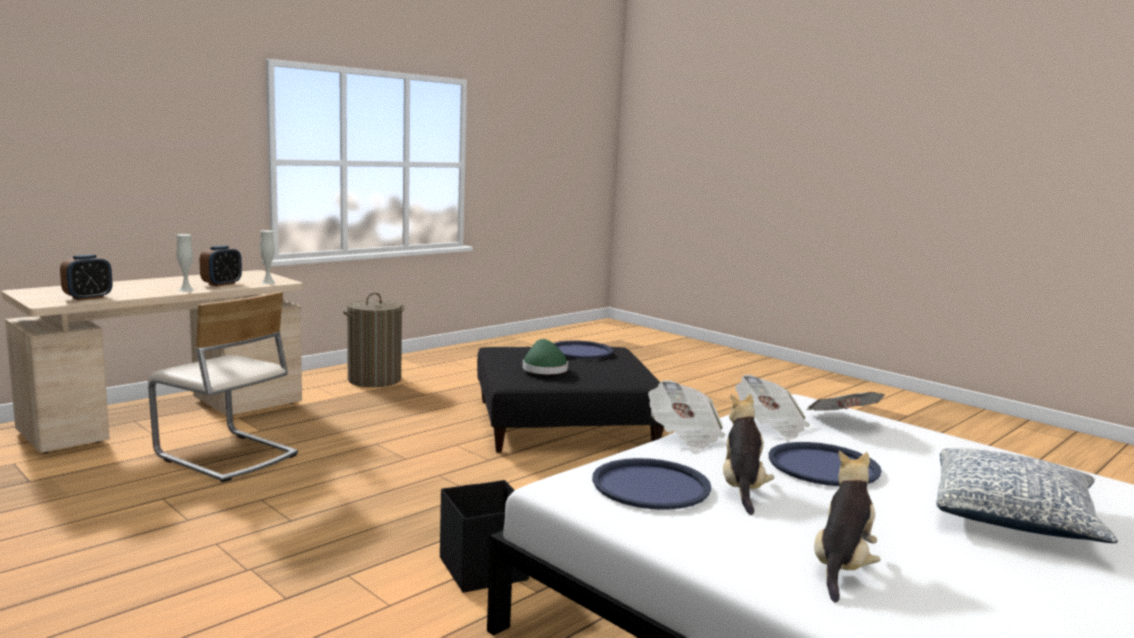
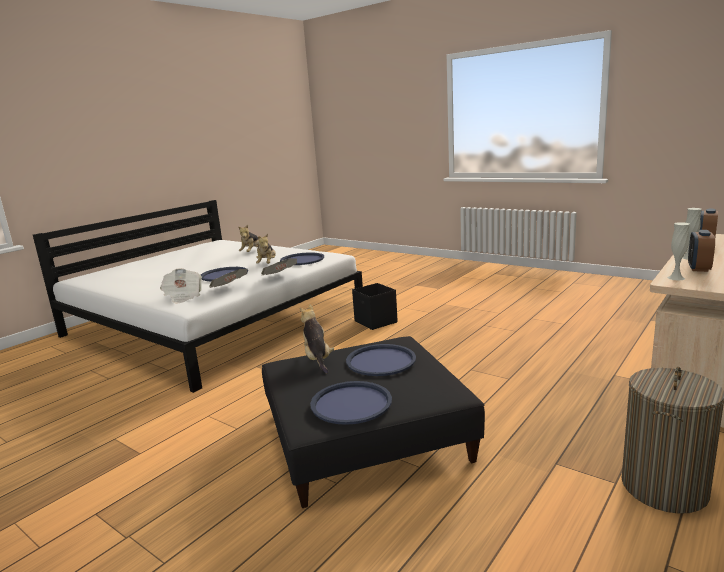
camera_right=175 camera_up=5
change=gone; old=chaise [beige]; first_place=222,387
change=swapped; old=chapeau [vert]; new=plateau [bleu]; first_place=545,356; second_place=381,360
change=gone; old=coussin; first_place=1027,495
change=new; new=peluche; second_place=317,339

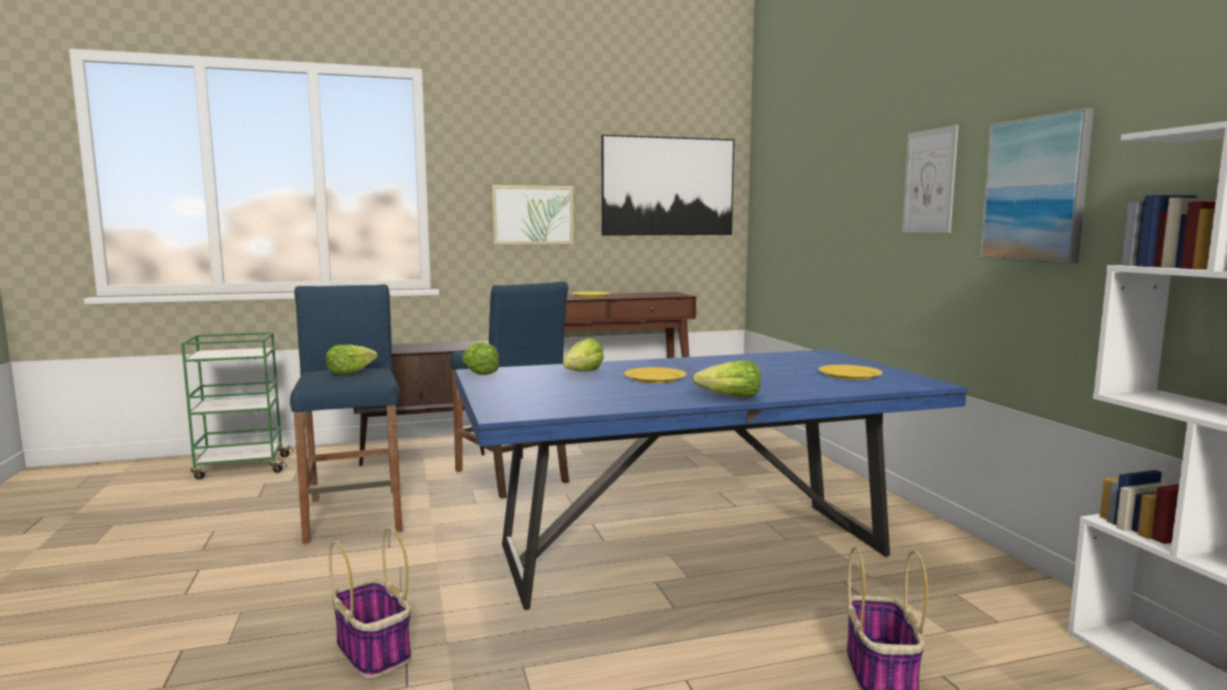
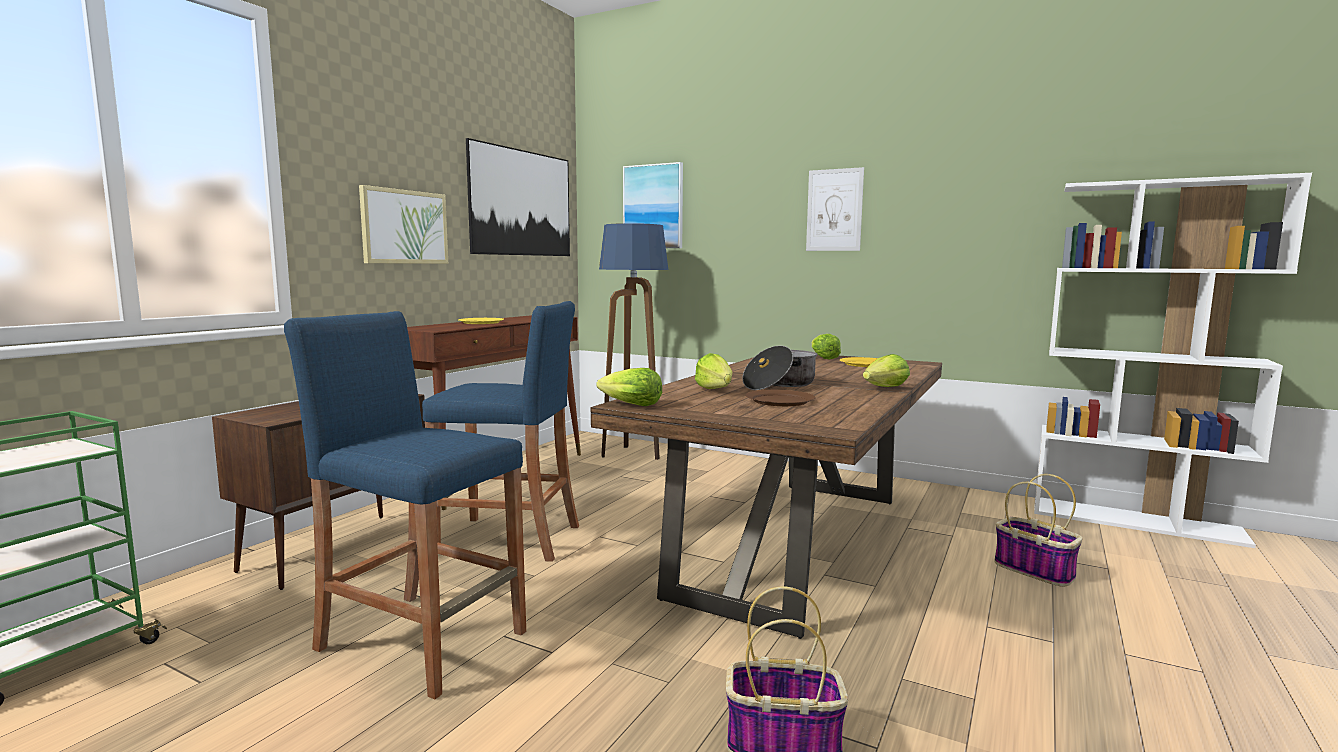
camera_right=-45 camera_up=0
change=shifted; old=tableau; first_place=1037,186; second_place=653,205
change=shifted; old=laitue; first_place=352,360; second_place=826,346
change=repainted; old=table à manger [bleu]; new=table à manger [marron]; first_place=711,479; second_place=766,497
change=swapped; old=assiette [jaune]; new=marmite; first_place=655,375; second_place=780,367
change=new; new=lampadaire; second_place=633,341
change=new; new=assiette [marron]; second_place=780,398

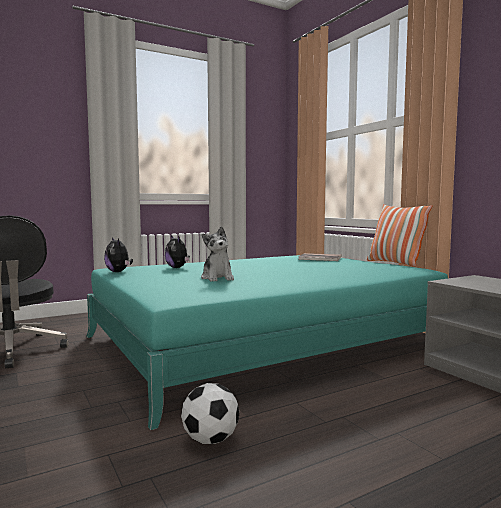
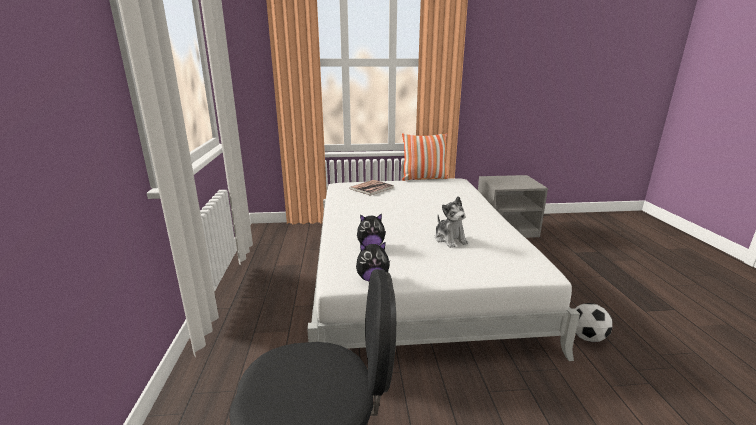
camera_right=-65 camera_up=15
change=rotated; old=peluche; first_place=217,254; second_place=451,222; degrees=60
change=repainted; old=lit [turquoise]; new=lit [blanc]; first_place=267,342; second_place=443,269

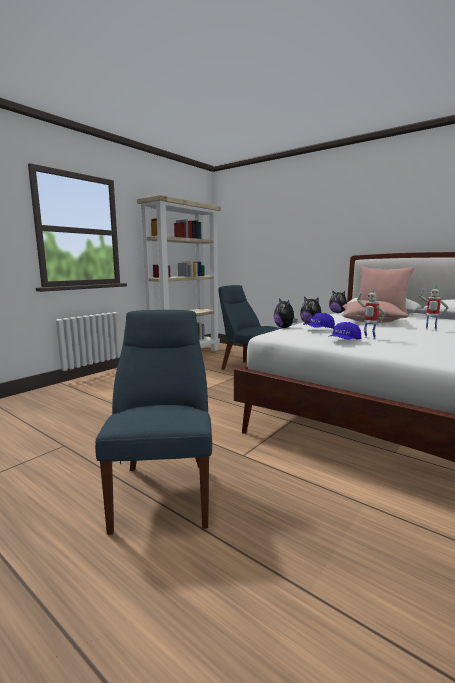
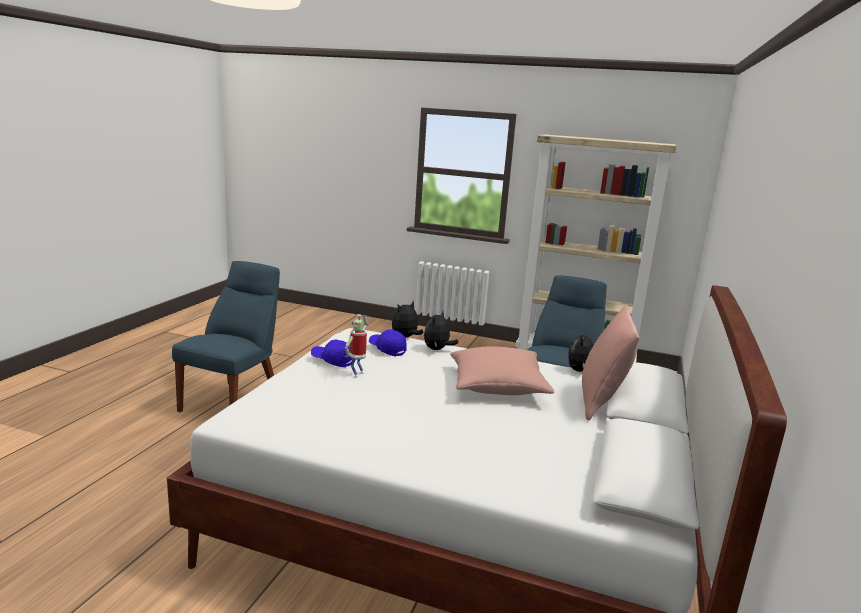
camera_right=70 camera_up=5
change=gone; old=robot jouet; first_place=434,307
change=rotated; old=chaise [bleu]; first_place=153,422; second_place=226,336; degrees=-45

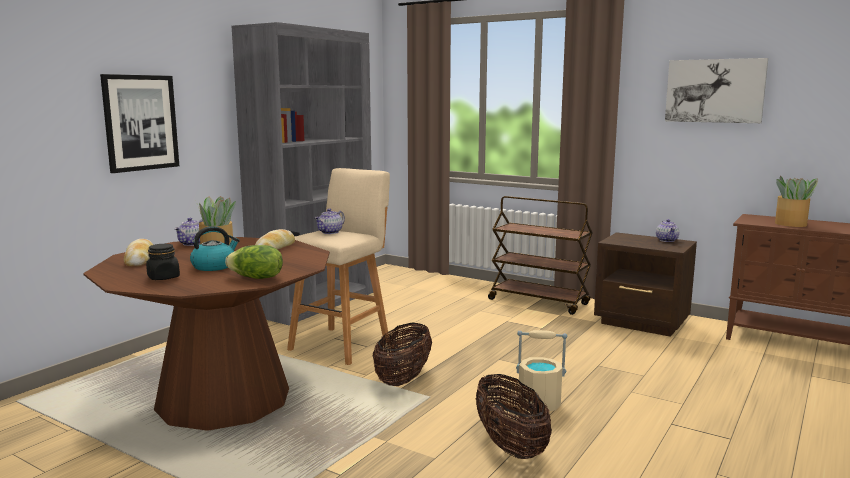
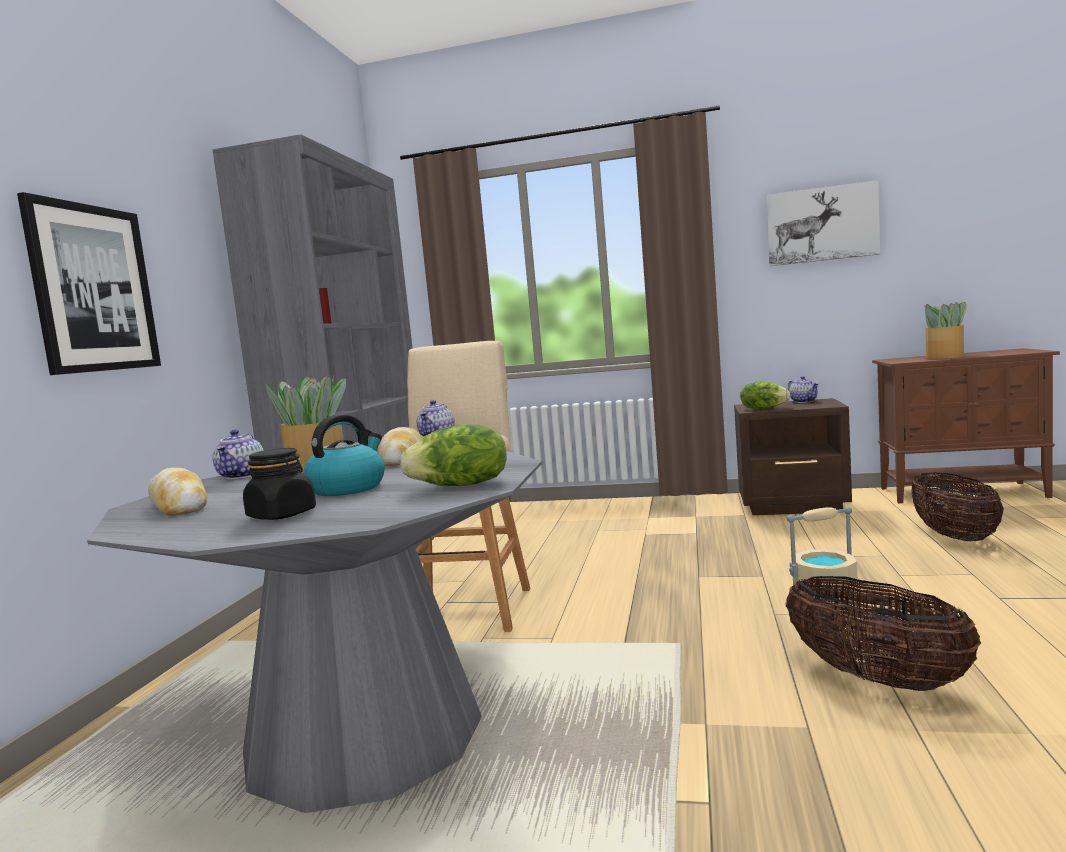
camera_right=-20 camera_up=-5
change=gone; old=chariot [marron]; first_place=540,255
change=repainted; old=table à manger [marron]; new=table à manger [gris]; first_place=206,334; second_place=314,632
change=shifted; old=panier; first_place=402,354; second_place=958,507
change=new; new=laitue; second_place=765,395

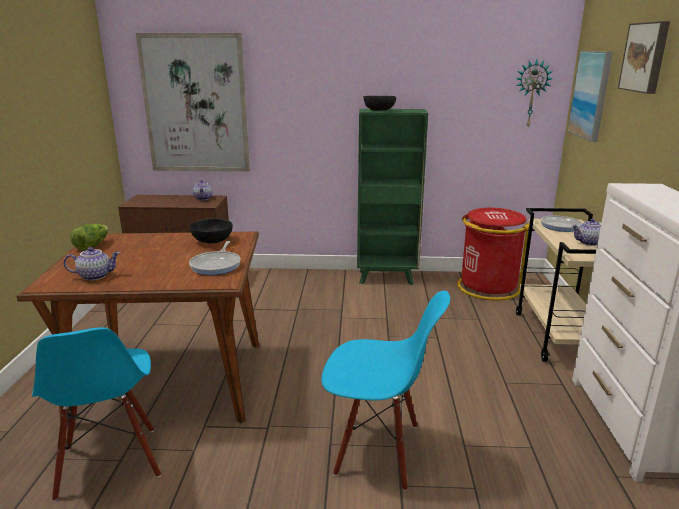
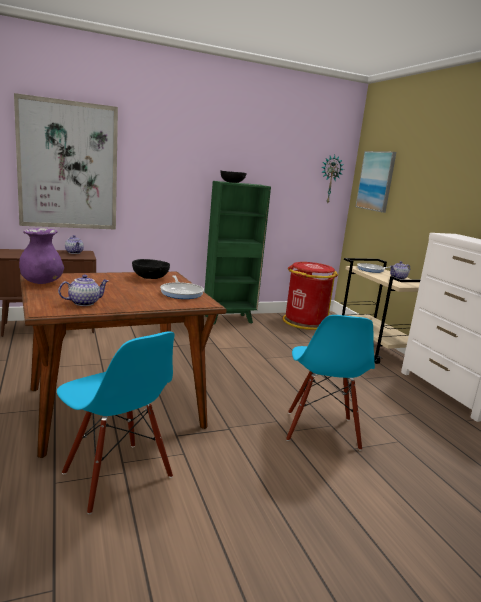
camera_right=-25 camera_up=-5
change=gone; old=tableau; first_place=644,57
change=swapped; old=laitue; new=vase [violet]; first_place=89,237; second_place=41,256
change=rotated; old=chaise [bleu]; first_place=385,390; second_place=330,383; degrees=105

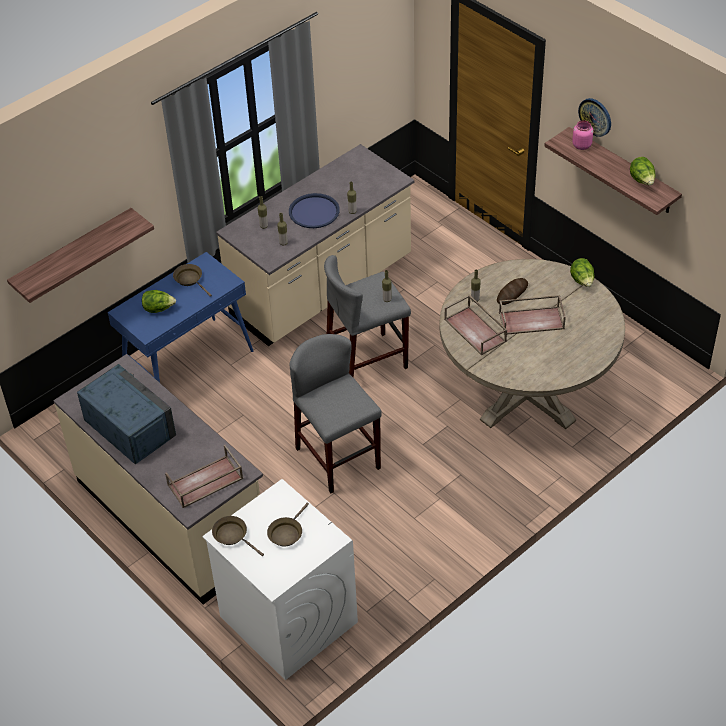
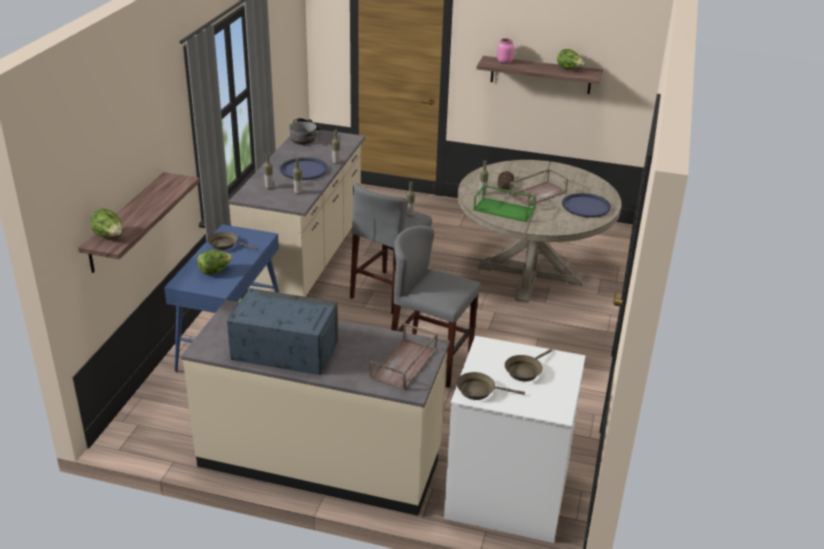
camera_right=-35 camera_up=-15
change=gone; old=horloge murale; first_place=594,117
change=shifted; old=laitue; first_place=582,272; second_place=106,222
change=repainted; old=plateau [marron]; new=plateau [vert]; first_place=475,325; second_place=504,203
change=rotated; old=poêle [marron]; first_place=288,524; second_place=528,365; degrees=45
change=new; new=marmite; second_place=305,131
change=new; new=plateau [bleu]; second_place=586,205

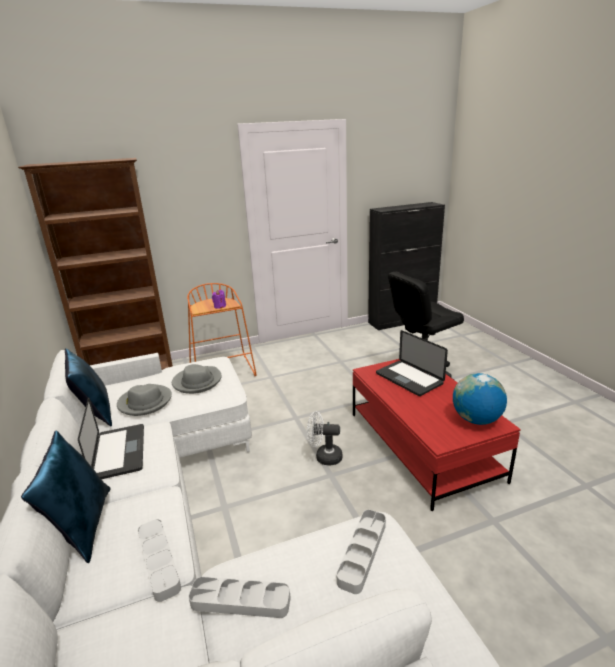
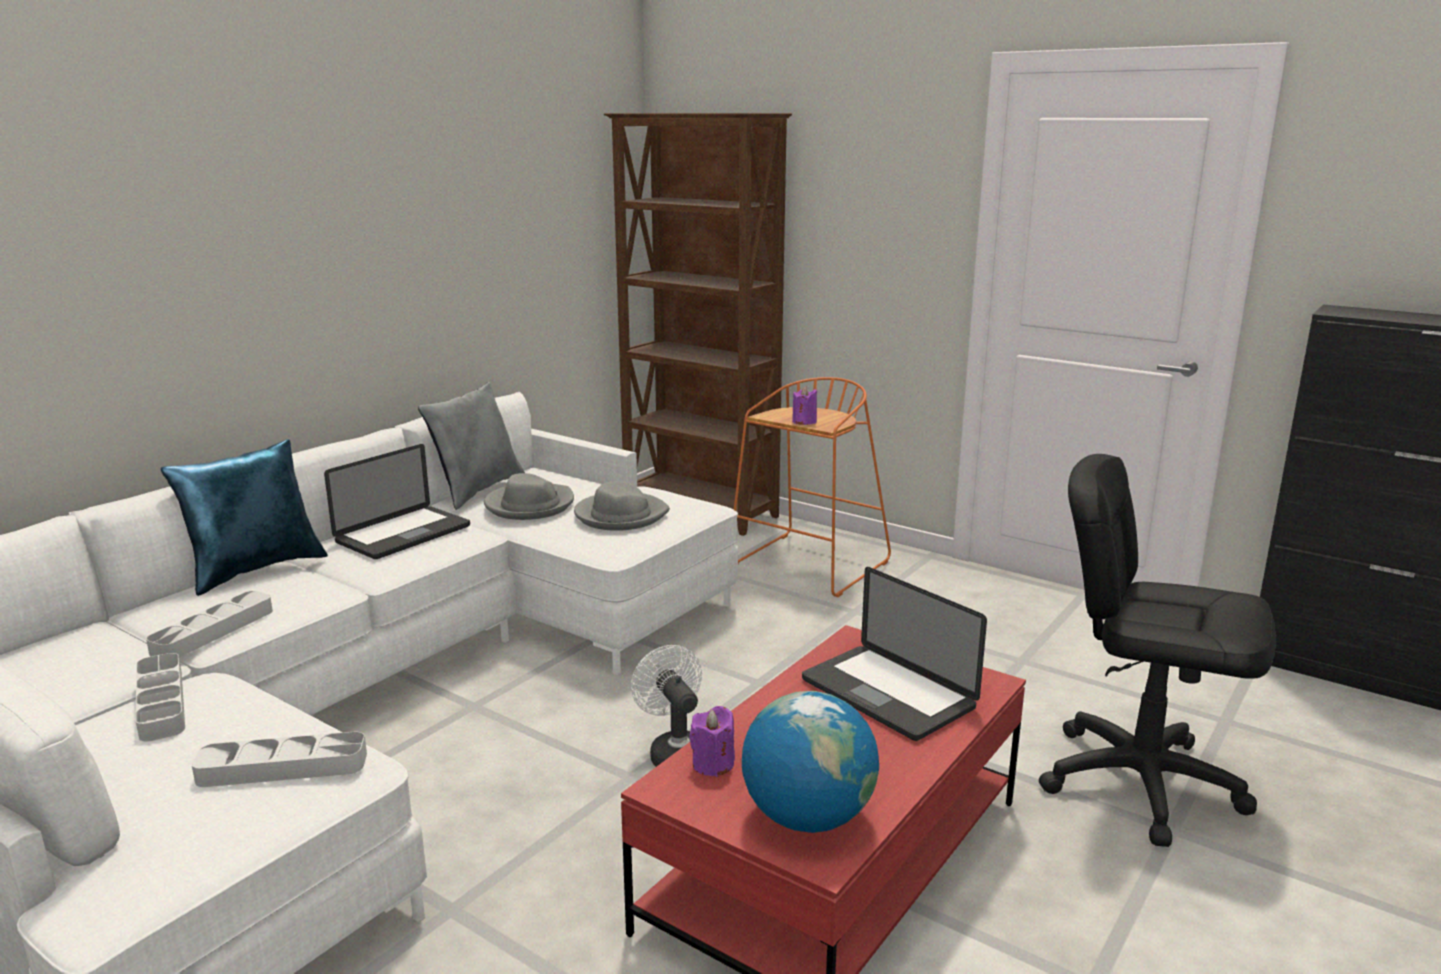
camera_right=55 camera_up=-5
change=rotated; old=ordinateur portable; first_place=412,363; second_place=894,654; degrees=-60
change=repainted; old=coussin [bleu]; new=coussin [gris]; first_place=88,387; second_place=471,446
change=new; new=bougie [violet]; second_place=712,741

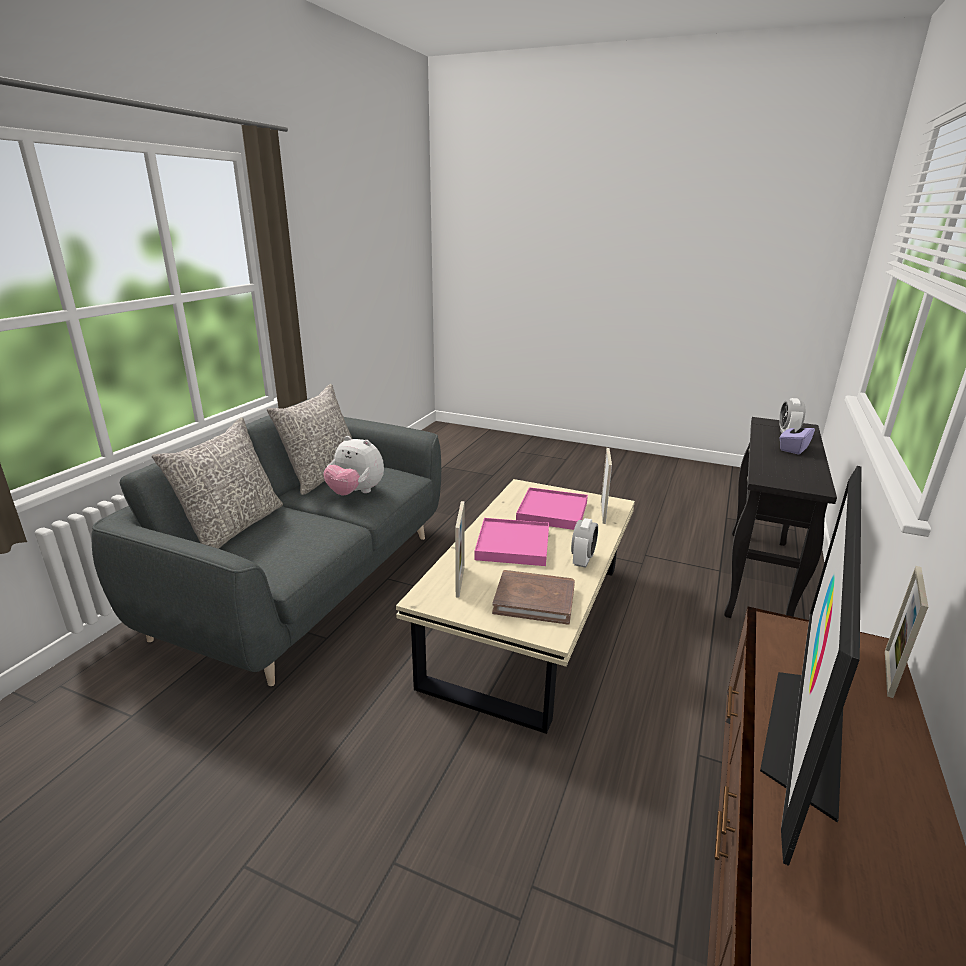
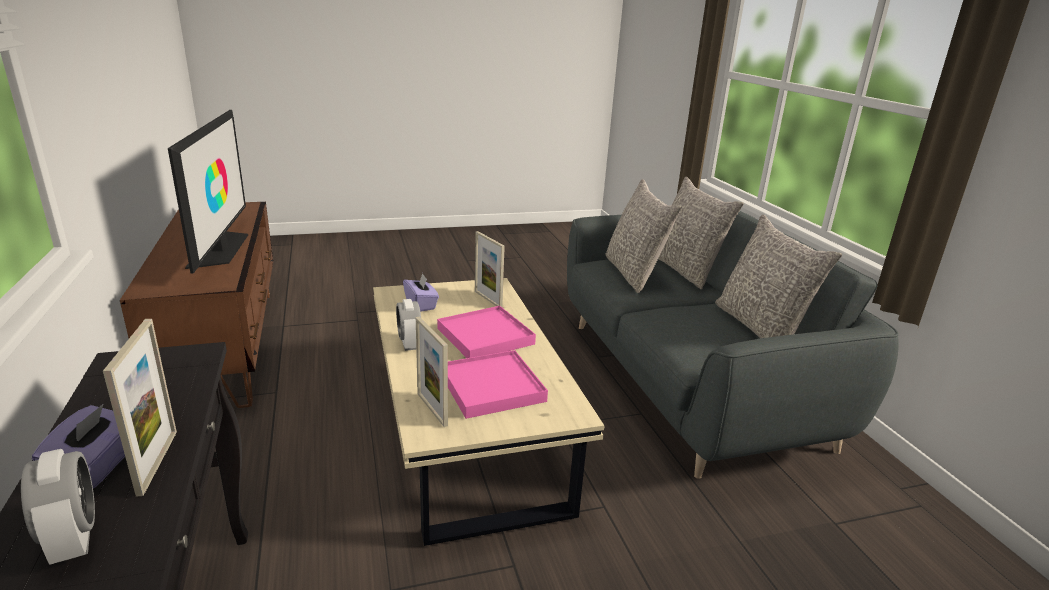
camera_right=140 camera_up=0
change=gone; old=peluche; first_place=354,466
change=shifted; old=cadre photo; first_place=906,632; second_place=140,407
change=swapped; old=livre [marron]; new=boîte à mouchoirs [violet]; first_place=533,597; second_place=421,292
change=new; new=coussin [gris]; second_place=643,236

